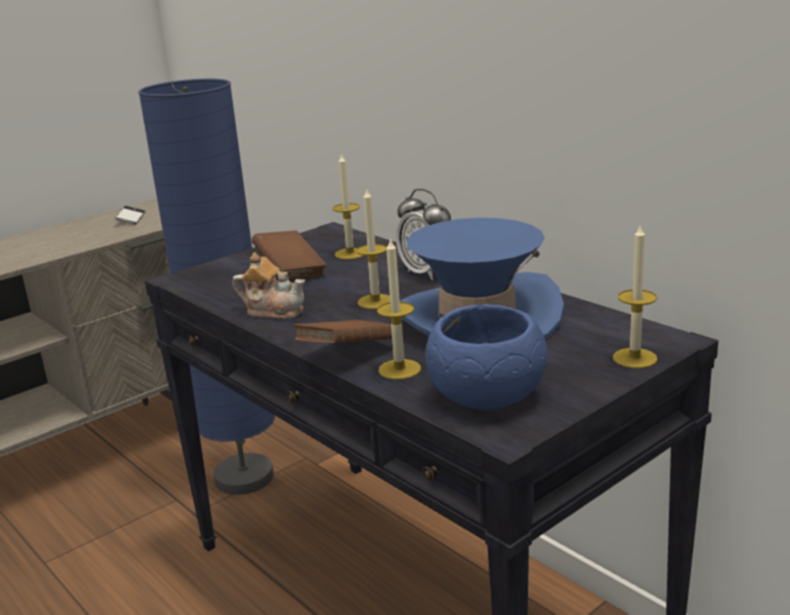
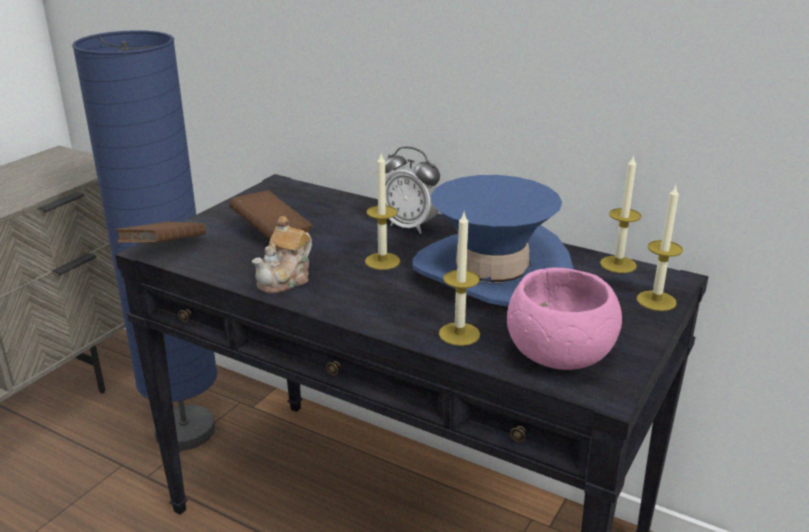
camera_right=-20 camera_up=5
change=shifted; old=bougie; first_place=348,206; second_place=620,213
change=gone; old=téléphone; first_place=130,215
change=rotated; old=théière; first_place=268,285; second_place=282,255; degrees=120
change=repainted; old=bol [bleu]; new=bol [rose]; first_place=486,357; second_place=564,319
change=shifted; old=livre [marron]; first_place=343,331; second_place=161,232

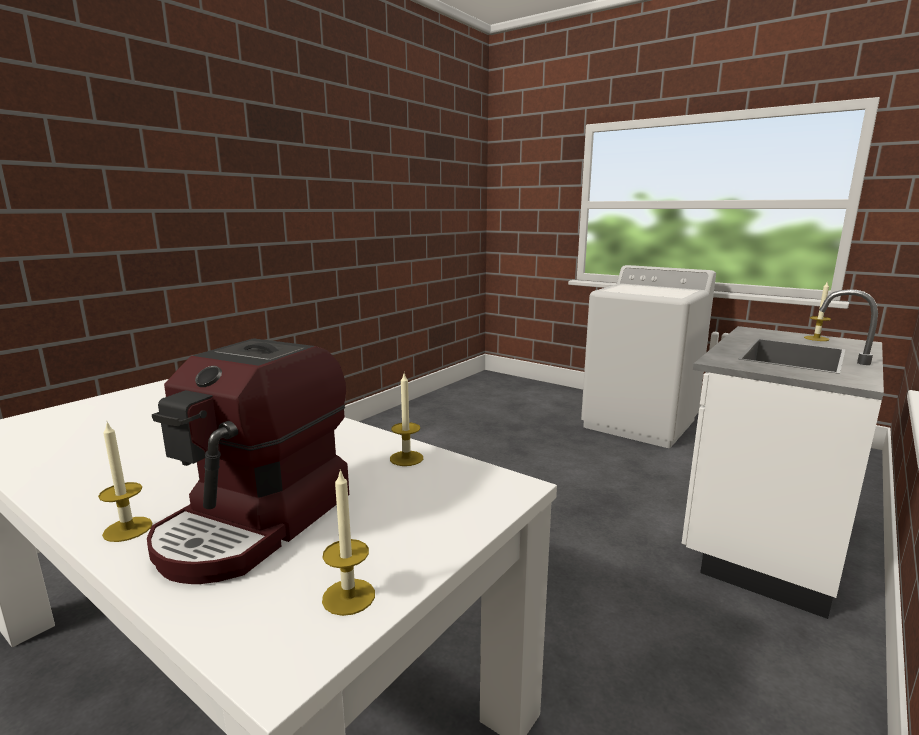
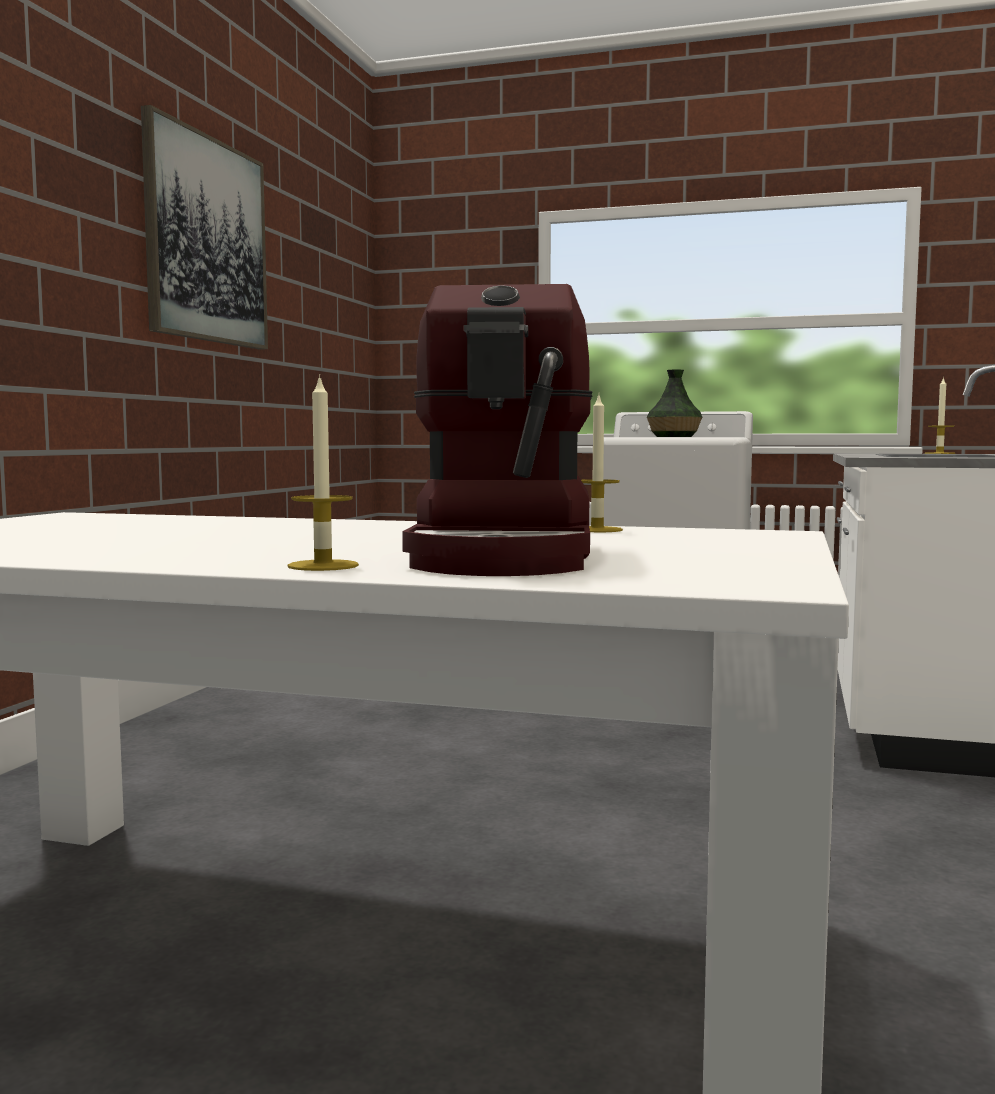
camera_right=-20 camera_up=-10
change=gone; old=bougie; first_place=348,542
change=new; new=tableau; second_place=204,227
change=new; new=vase; second_place=674,403

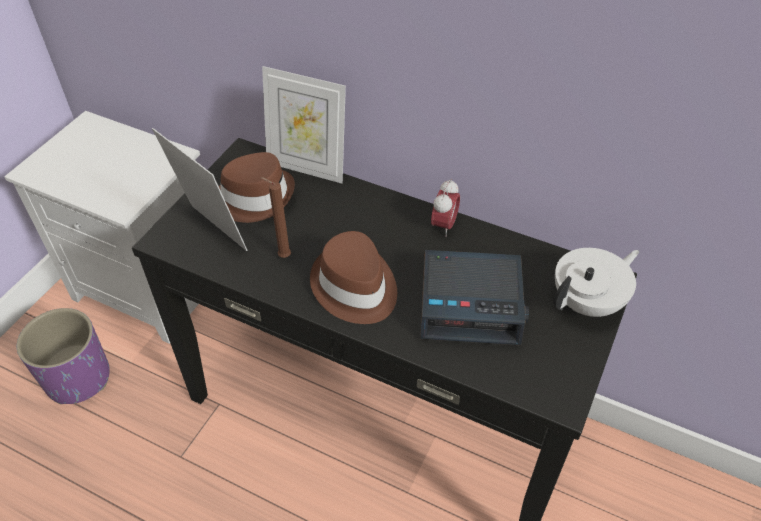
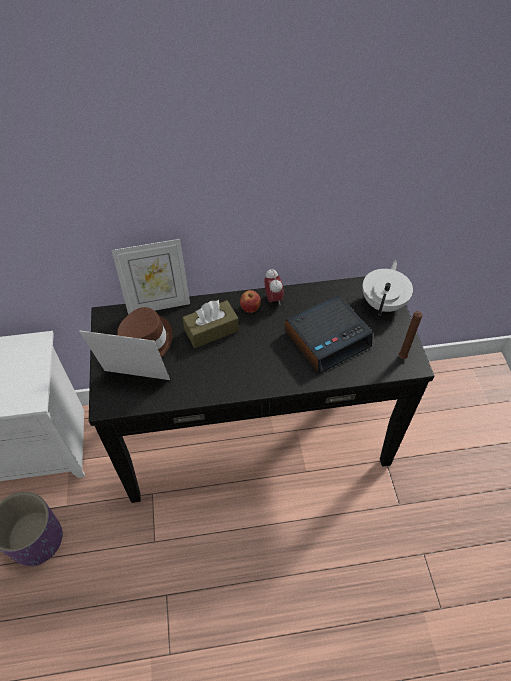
camera_right=-35 camera_up=5
change=shifted; old=bougie [marron]; first_place=276,217; second_place=410,335
change=gone; old=chapeau [marron]; first_place=353,277
change=new; new=pomme; second_place=250,301
change=new; new=boîte à mouchoirs [marron]; second_place=210,324

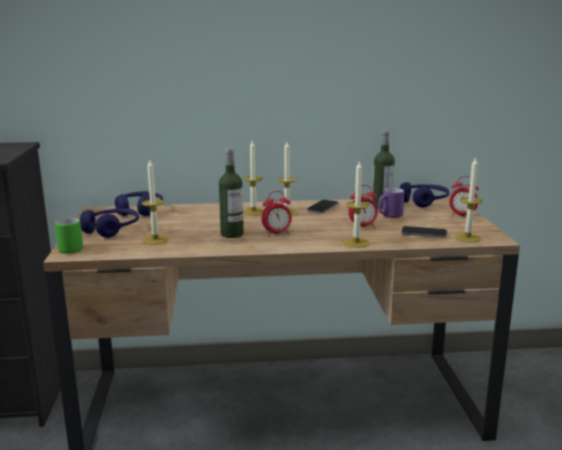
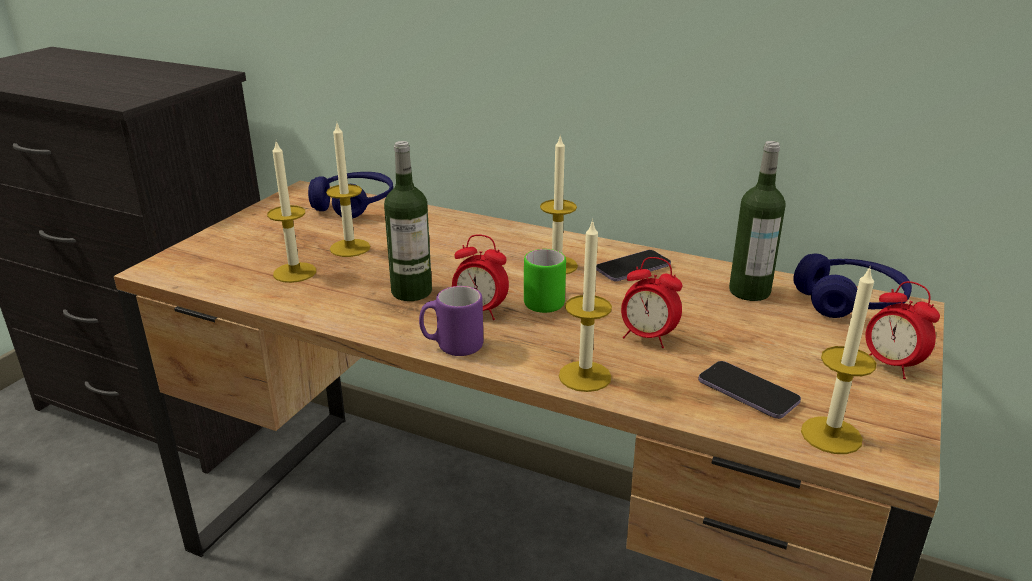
camera_right=30 camera_up=10
change=shifted; old=bougie; first_place=253,178; second_place=348,189
change=shifted; old=mug [violet]; first_place=391,203; second_place=451,321
change=gone; old=casque audio [bleu]; first_place=109,223
change=shifted; old=mug [vert]; first_place=69,236; second_place=545,281

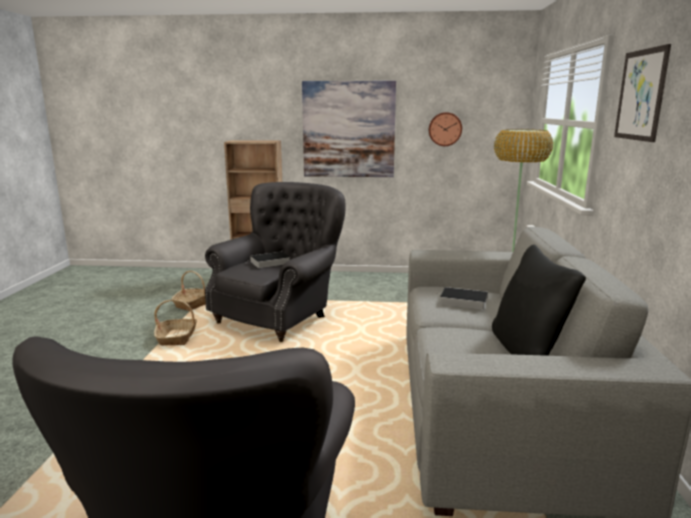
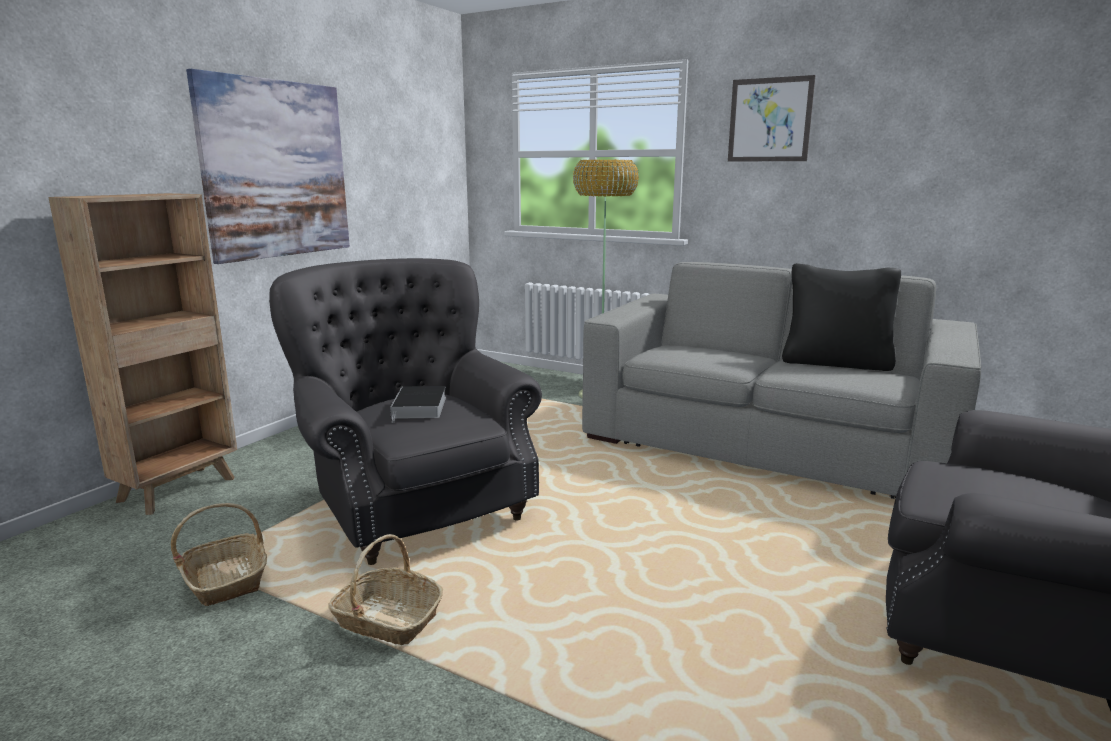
camera_right=-65 camera_up=0
change=gone; old=horloge murale; first_place=445,129
change=gone; old=livre; first_place=462,298

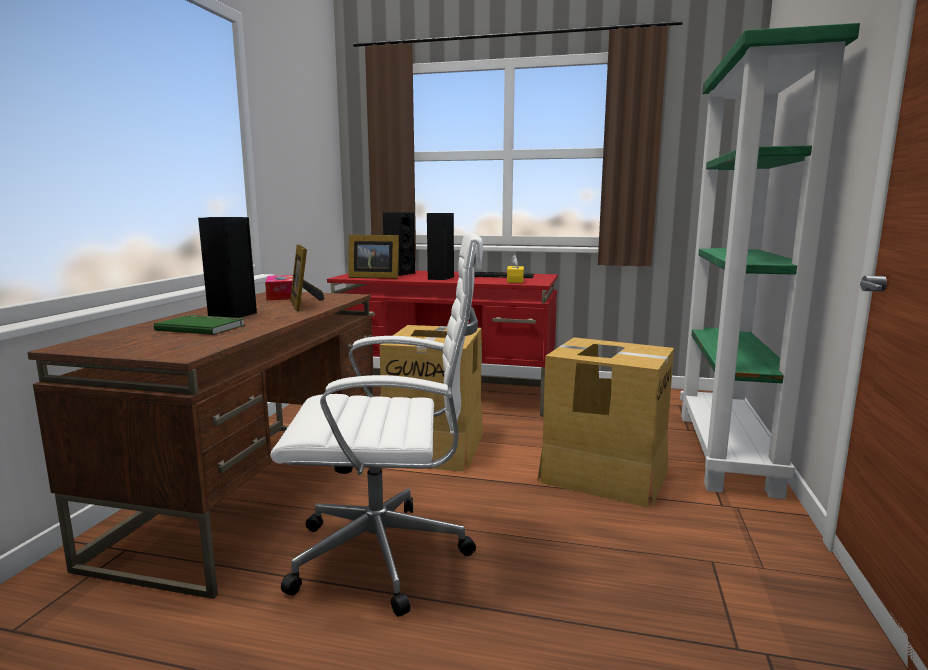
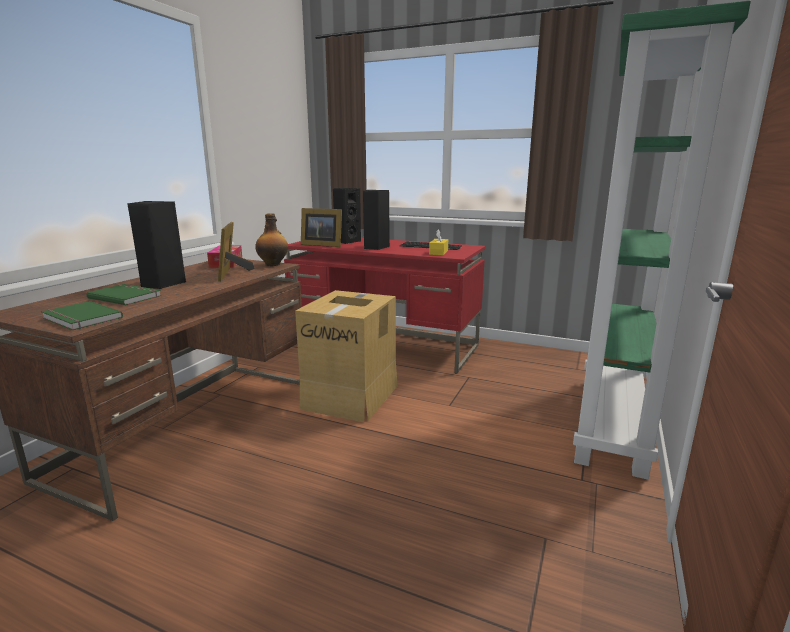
camera_right=10 camera_up=5
change=gone; old=chaise de bureau [blanc]; first_place=376,424
change=gone; old=carton; first_place=605,422
change=new; new=bouteille; second_place=271,239
change=new; new=livre [vert]; second_place=82,315

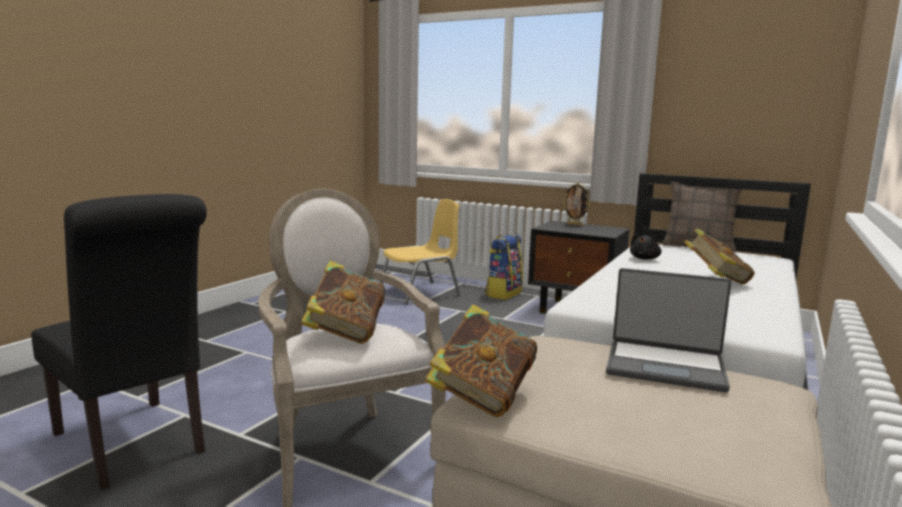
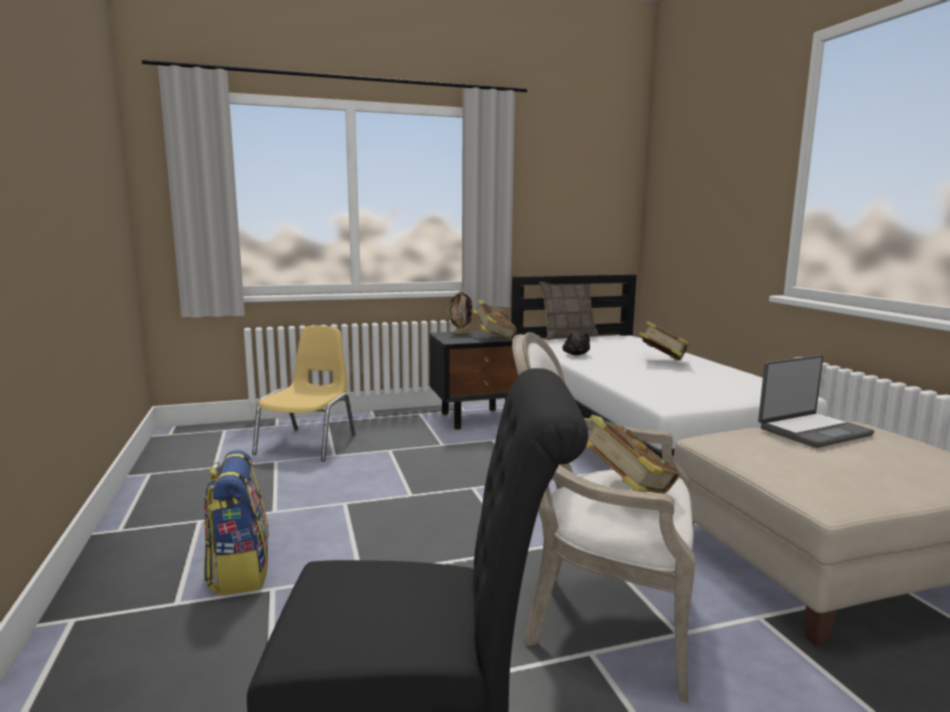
camera_right=-45 camera_up=0
change=shifted; old=sac à dos; first_place=504,267; second_place=236,522
change=shifted; old=livre; first_place=481,360; second_place=494,319

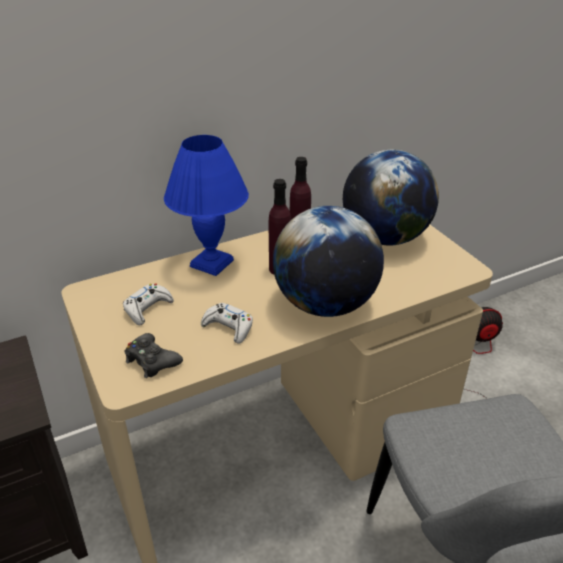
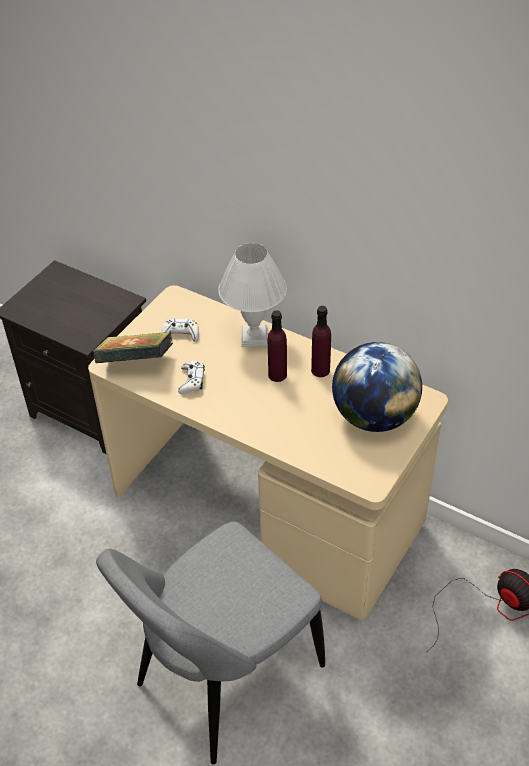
camera_right=60 camera_up=10
change=repainted; old=lampe de table [bleu]; new=lampe de table [blanc]; first_place=206,205; second_place=252,295
change=gone; old=globe; first_place=328,261
change=swapped; old=manette [noir]; new=livre; first_place=154,355; second_place=133,347

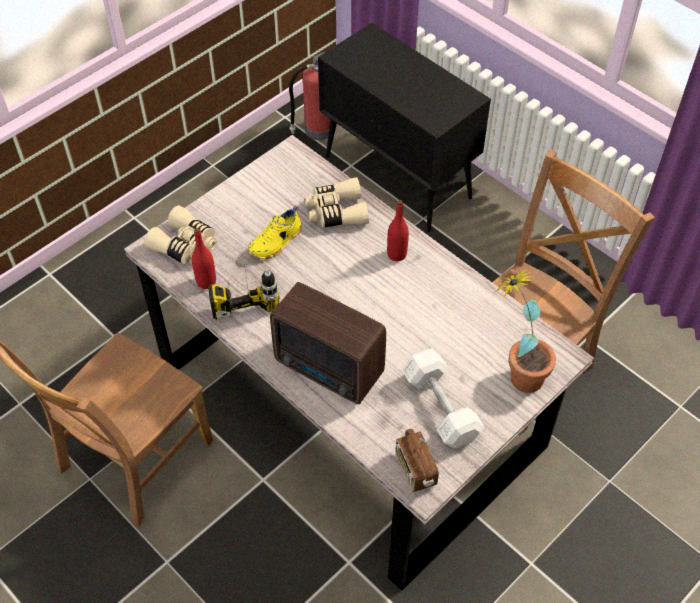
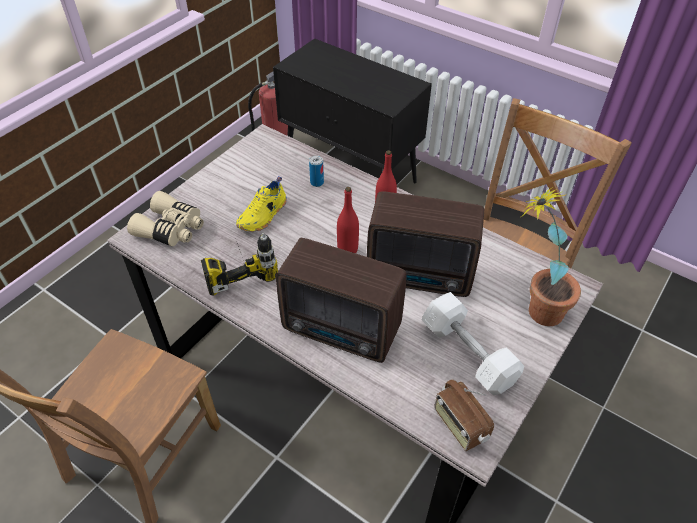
camera_right=-10 camera_up=-5
change=swapped; old=jumelles [beige]; new=boîte métallique; first_place=337,202; second_place=316,171
change=shifted; old=bouteille [rouge]; first_place=204,258; second_place=348,220
change=new; new=radio; second_place=425,244

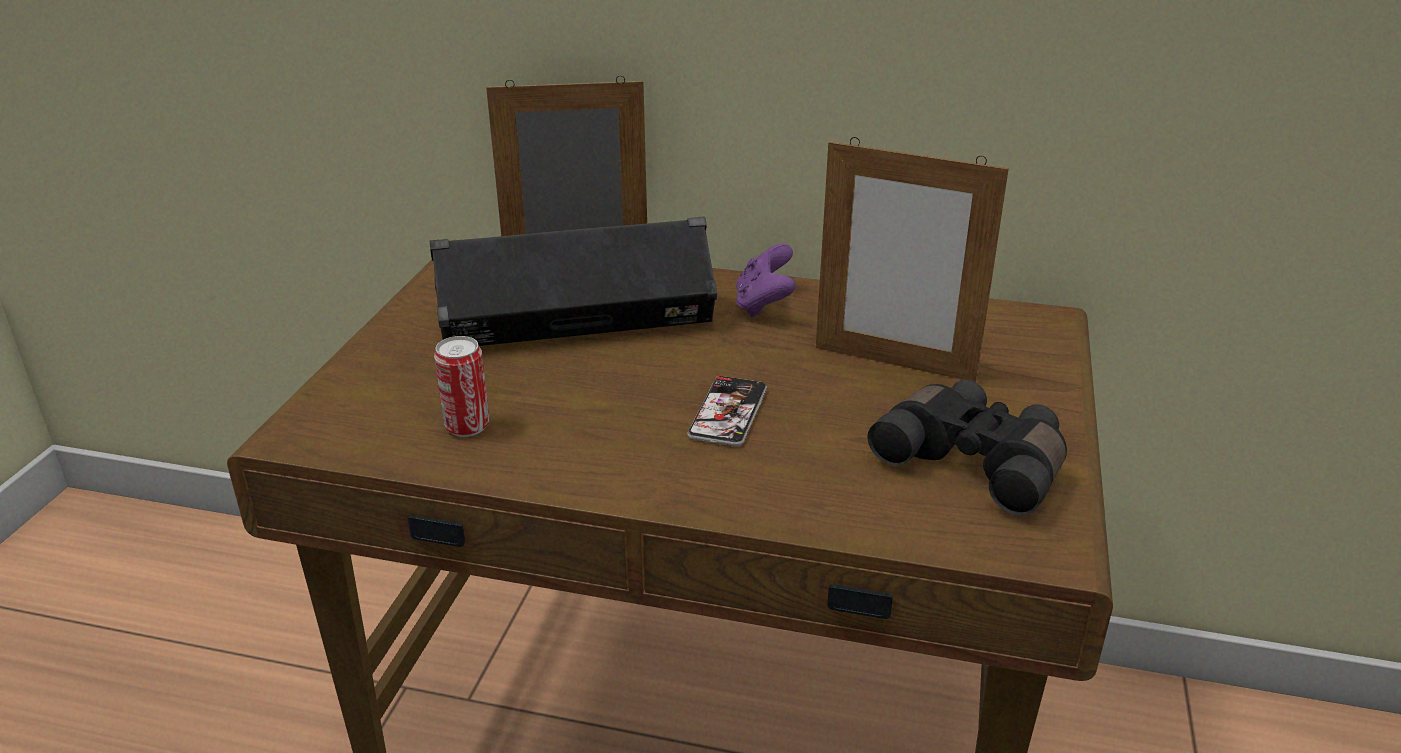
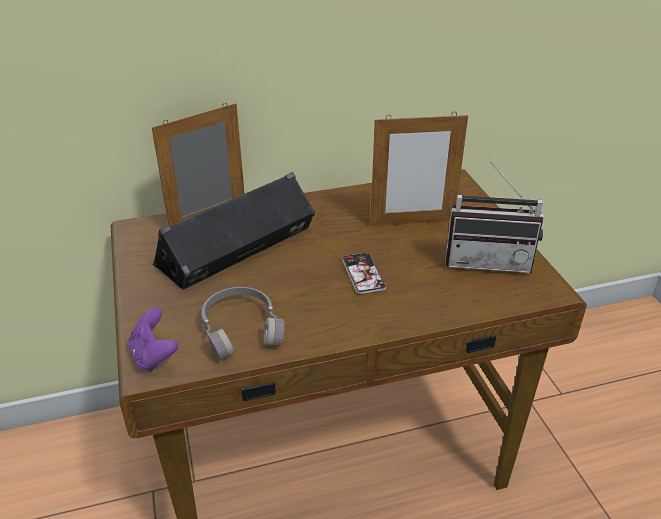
camera_right=-30 camera_up=5
change=shifted; old=manette [violet]; first_place=766,281; second_place=153,340
change=swapped; old=boîte métallique; new=casque audio [gris]; first_place=462,386; second_place=242,323
change=swapped; old=jumelles [noir]; new=radio; first_place=967,447; second_place=494,217

